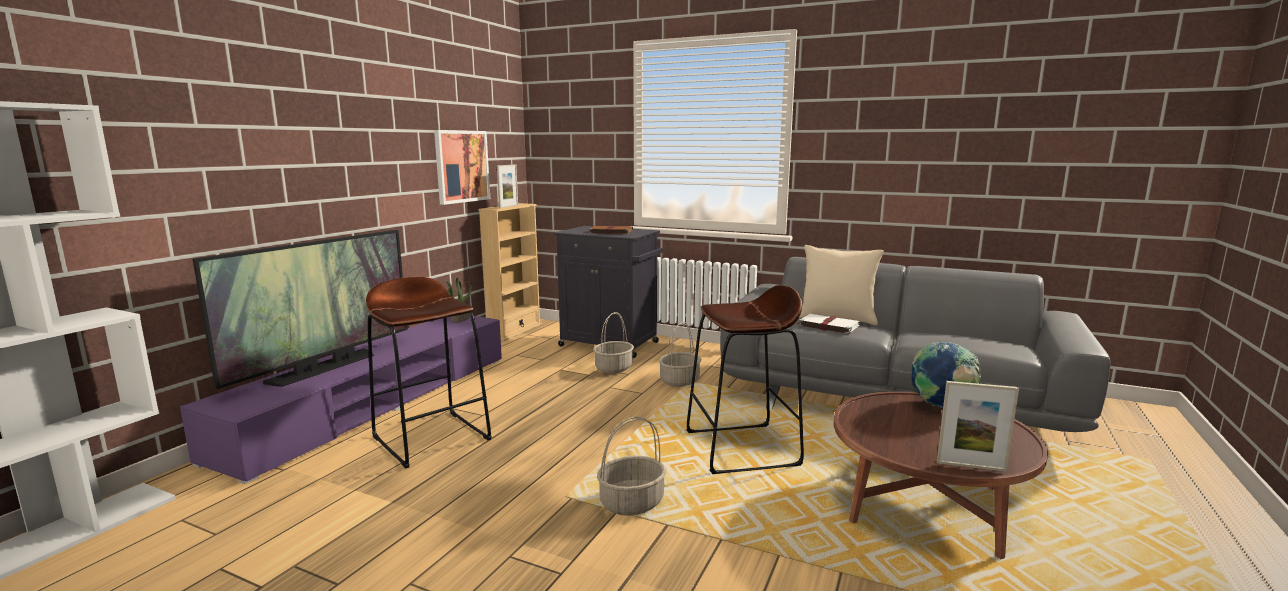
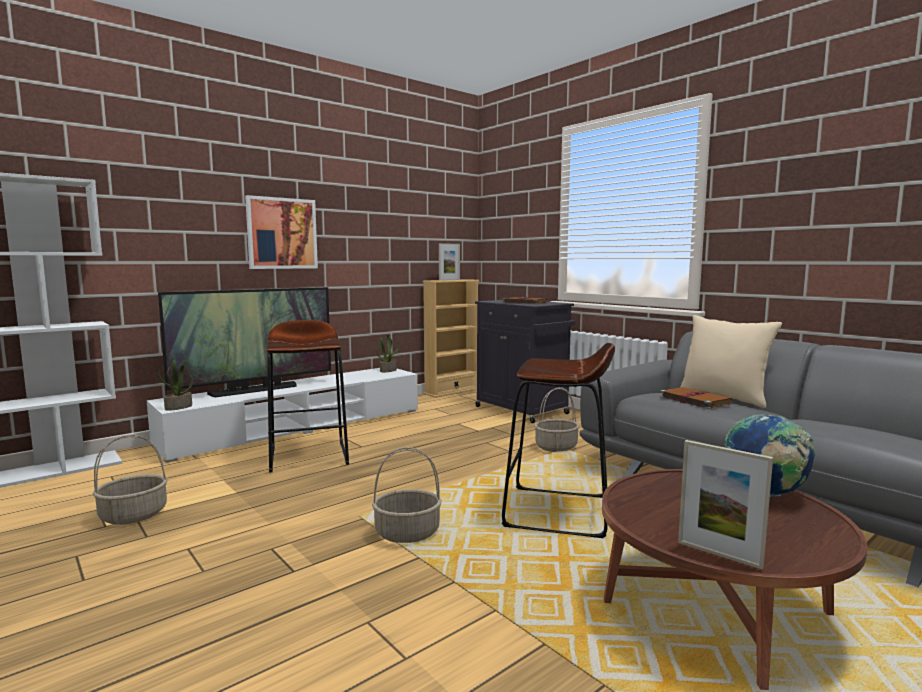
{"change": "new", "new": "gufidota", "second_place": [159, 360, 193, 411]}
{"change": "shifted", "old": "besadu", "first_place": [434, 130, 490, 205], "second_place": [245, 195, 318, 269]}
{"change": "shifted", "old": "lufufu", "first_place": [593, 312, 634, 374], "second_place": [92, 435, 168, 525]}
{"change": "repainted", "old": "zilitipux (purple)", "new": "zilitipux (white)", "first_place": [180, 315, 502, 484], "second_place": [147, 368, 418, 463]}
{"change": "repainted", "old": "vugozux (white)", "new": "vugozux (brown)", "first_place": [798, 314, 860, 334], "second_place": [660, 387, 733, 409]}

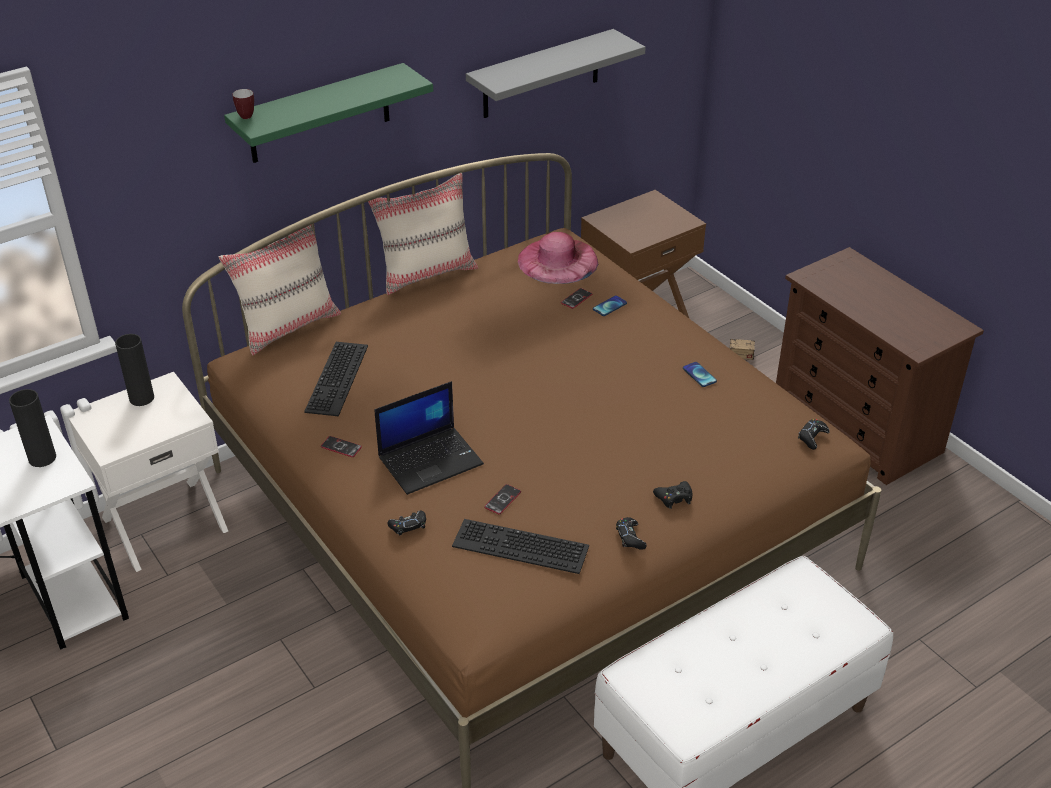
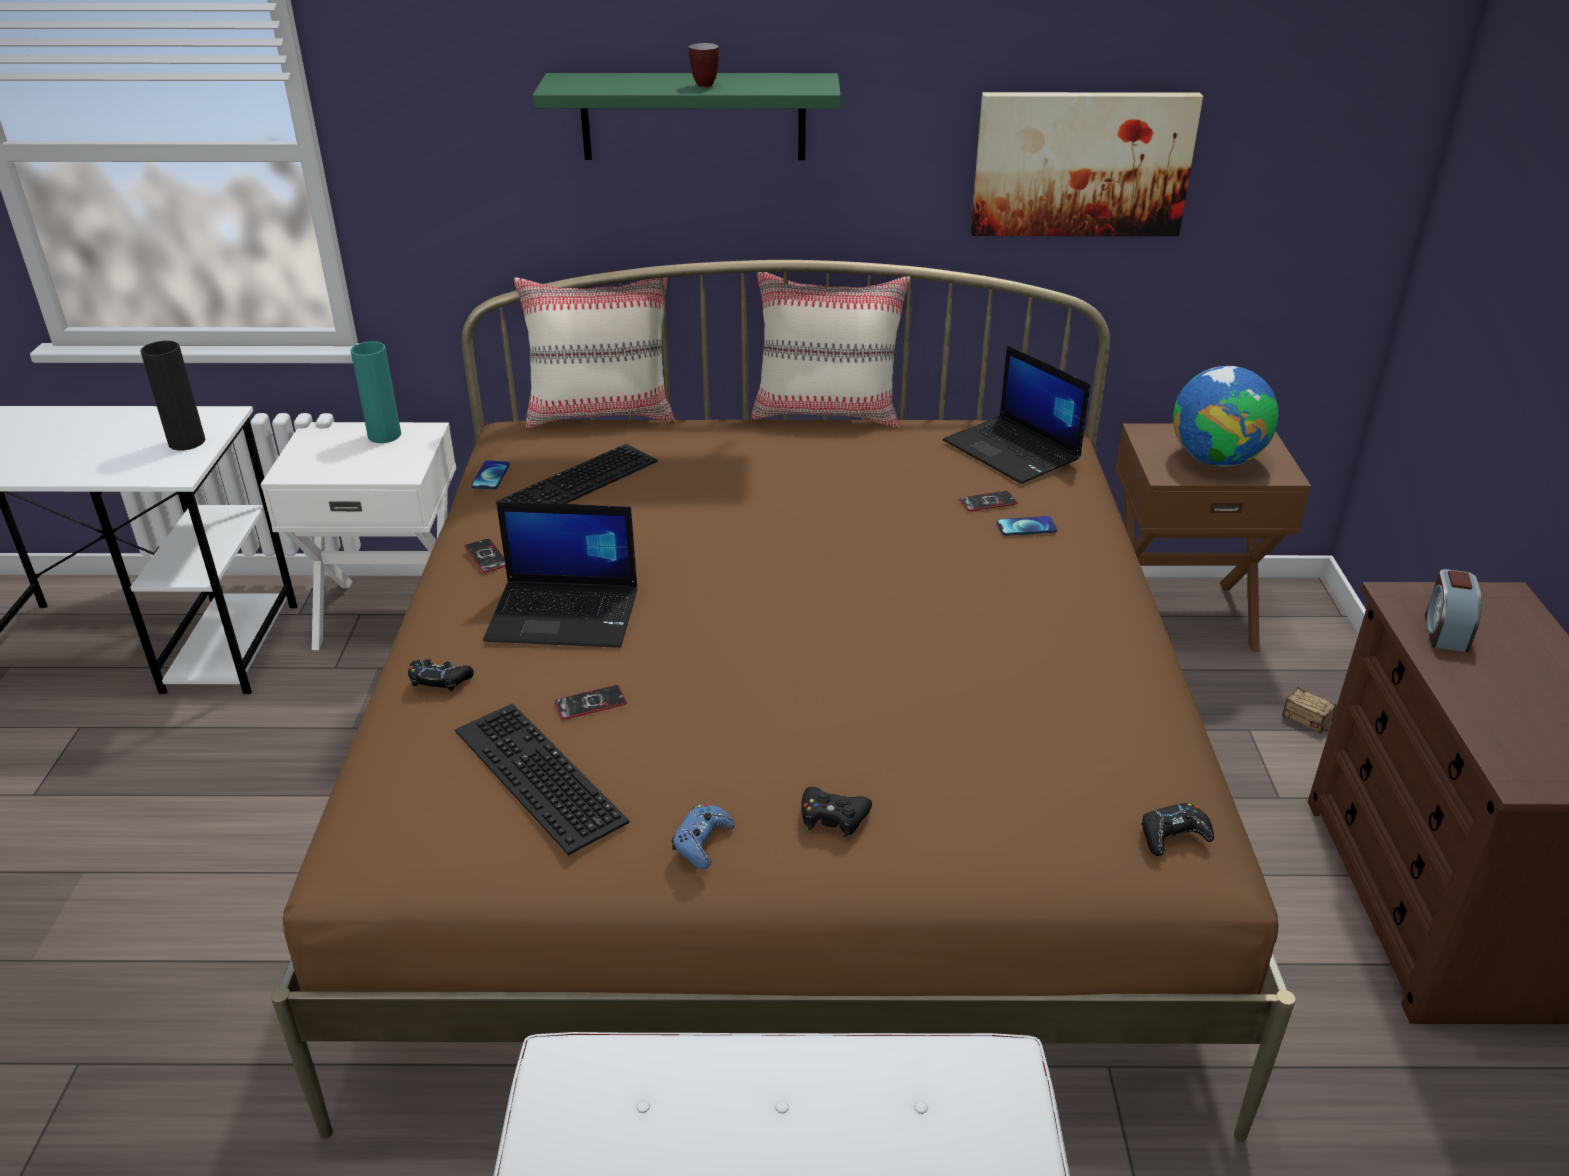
{"change": "new", "new": "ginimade", "second_place": [1173, 366, 1278, 466]}
{"change": "new", "new": "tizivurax", "second_place": [1425, 569, 1482, 652]}
{"change": "shifted", "old": "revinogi", "first_place": [232, 89, 254, 119], "second_place": [689, 43, 719, 87]}
{"change": "shifted", "old": "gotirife", "first_place": [683, 362, 717, 387], "second_place": [471, 461, 510, 489]}
{"change": "swapped", "old": "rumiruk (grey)", "new": "besadu", "first_place": [466, 29, 646, 118], "second_place": [971, 92, 1203, 236]}
{"change": "swapped", "old": "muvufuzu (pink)", "new": "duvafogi", "first_place": [518, 232, 599, 284], "second_place": [943, 345, 1090, 484]}
{"change": "repainted", "old": "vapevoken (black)", "new": "vapevoken (turquoise)", "first_place": [115, 334, 154, 406], "second_place": [350, 341, 401, 443]}
{"change": "repainted", "old": "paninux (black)", "new": "paninux (blue)", "first_place": [616, 517, 647, 550], "second_place": [672, 803, 735, 869]}

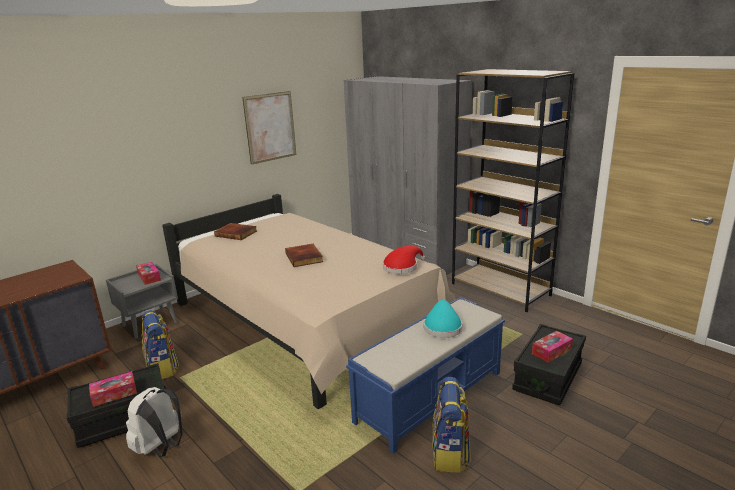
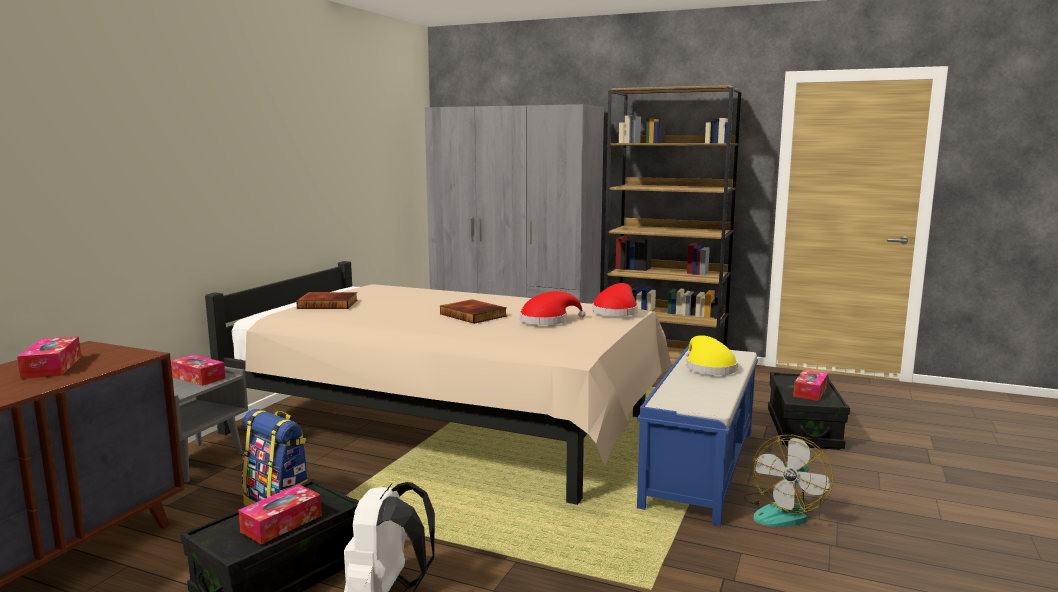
{"change": "gone", "old": "besadu", "first_place": [243, 91, 296, 165]}
{"change": "new", "new": "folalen", "second_place": [17, 336, 81, 379]}
{"change": "new", "new": "muvufuzu (red)", "second_place": [520, 291, 585, 325]}
{"change": "swapped", "old": "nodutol", "new": "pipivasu", "first_place": [432, 377, 470, 473], "second_place": [744, 435, 833, 527]}
{"change": "repainted", "old": "muvufuzu (turquoise)", "new": "muvufuzu (yellow)", "first_place": [424, 300, 462, 338], "second_place": [686, 335, 738, 375]}

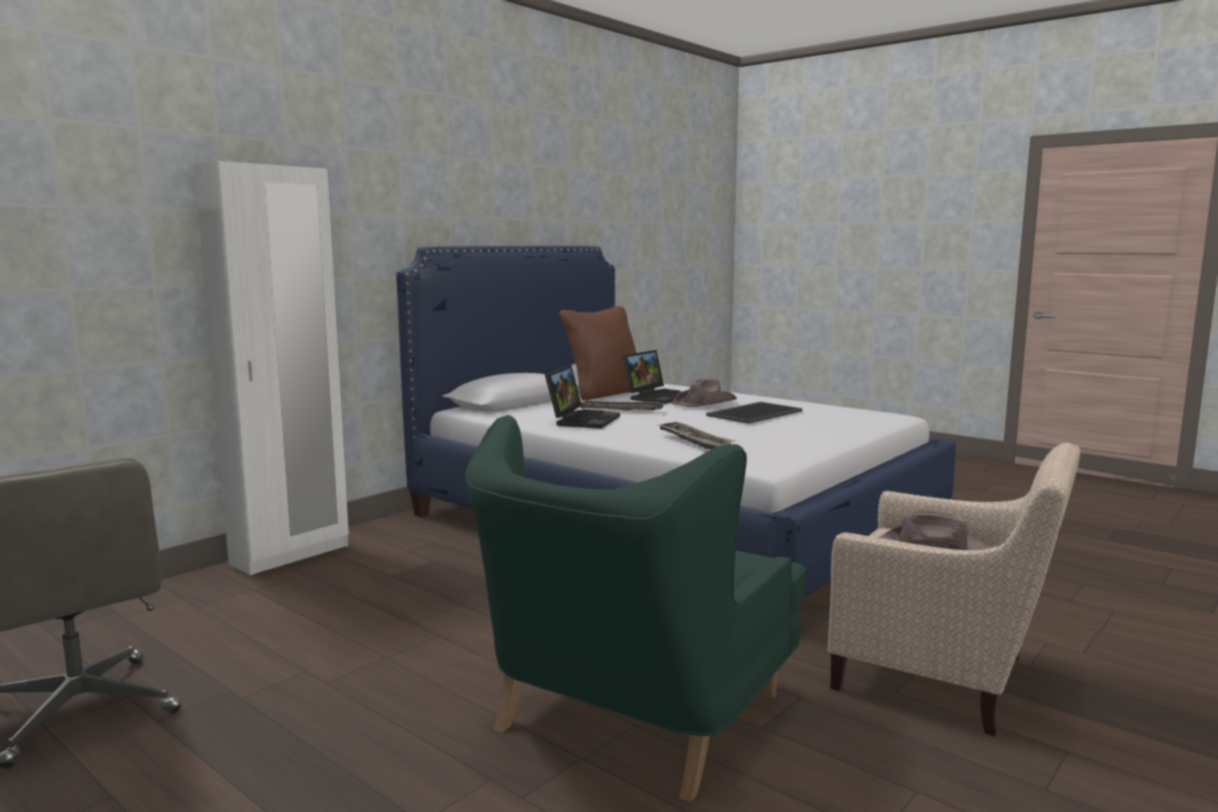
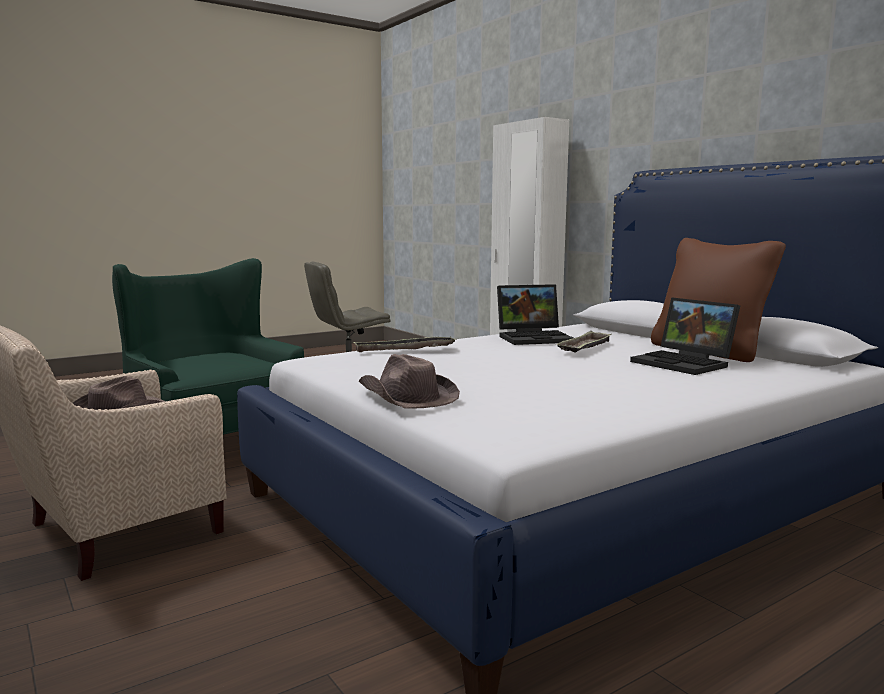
{"change": "gone", "old": "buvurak", "first_place": [706, 402, 802, 424]}
{"change": "shifted", "old": "muvufuzu (brown)", "first_place": [672, 379, 737, 407], "second_place": [359, 354, 460, 409]}
{"change": "rotated", "old": "duvafogi", "first_place": [545, 365, 620, 429], "second_place": [497, 284, 573, 345], "degrees": -45}

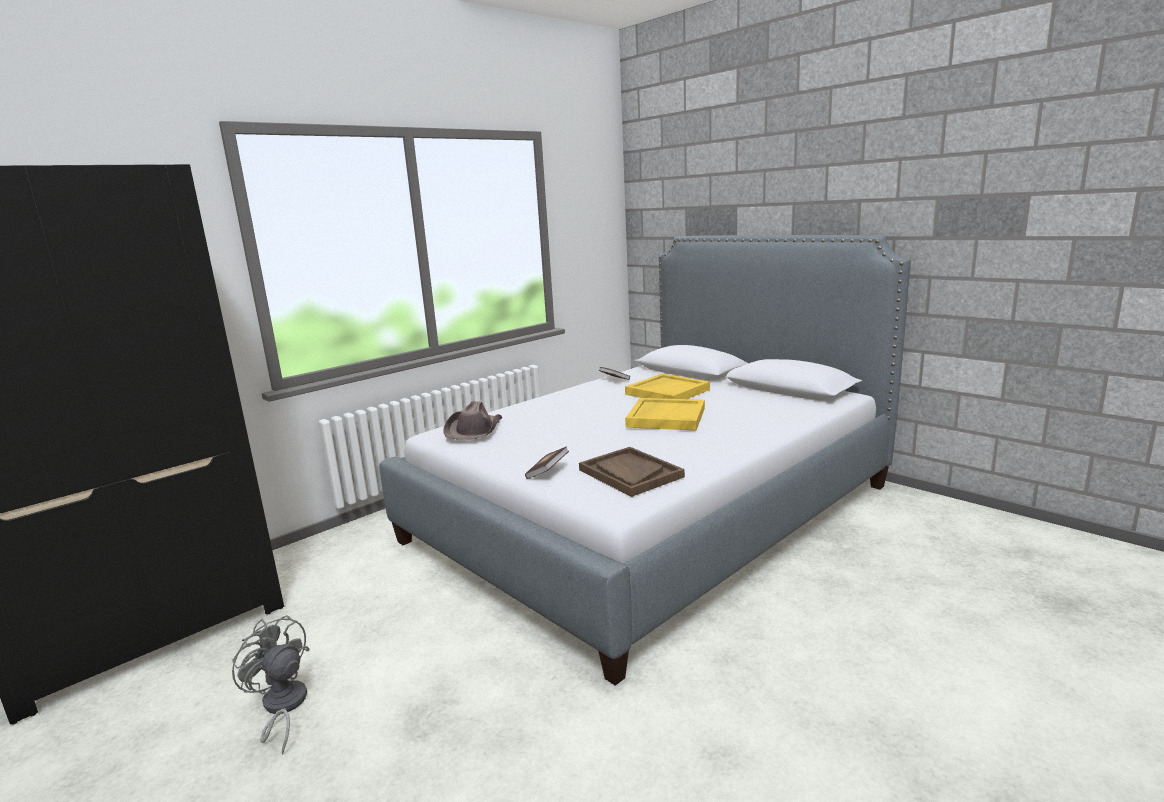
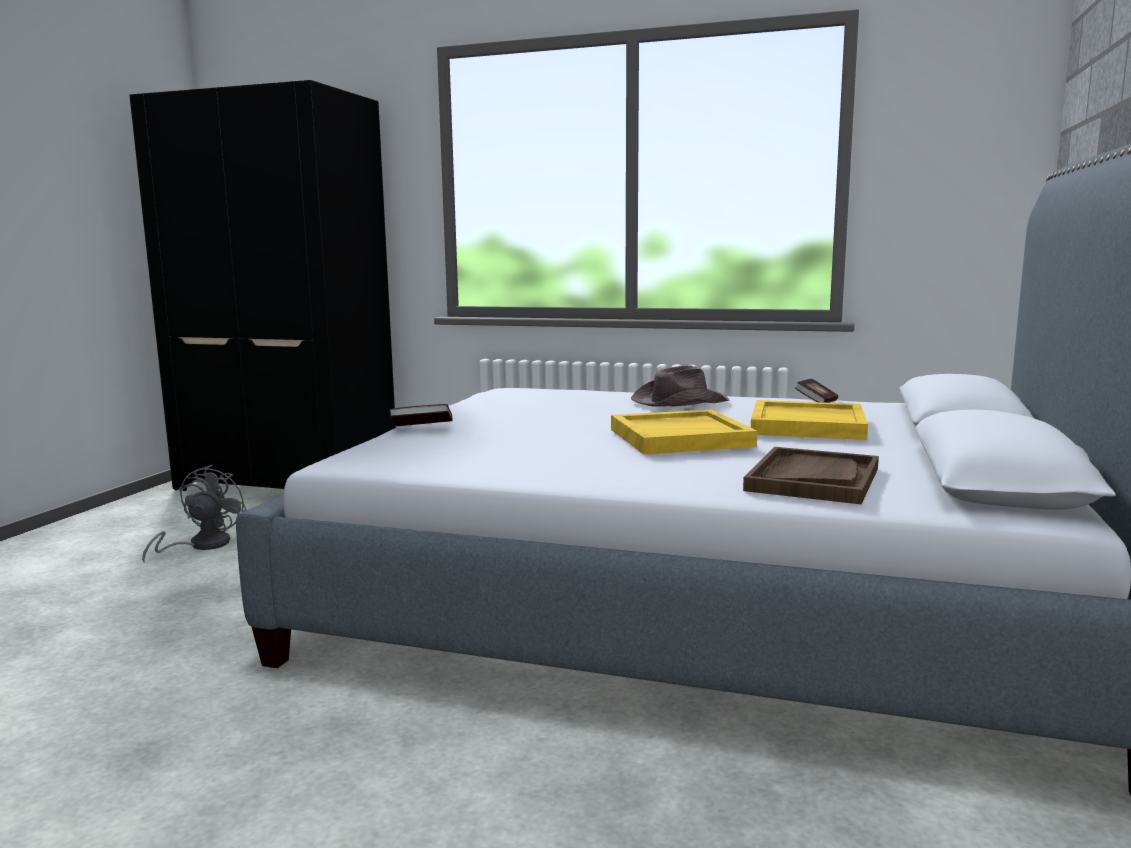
{"change": "shifted", "old": "muvufuzu (brown)", "first_place": [443, 401, 502, 440], "second_place": [631, 365, 730, 407]}
{"change": "shifted", "old": "buvurak (brown)", "first_place": [579, 447, 685, 497], "second_place": [743, 447, 879, 505]}

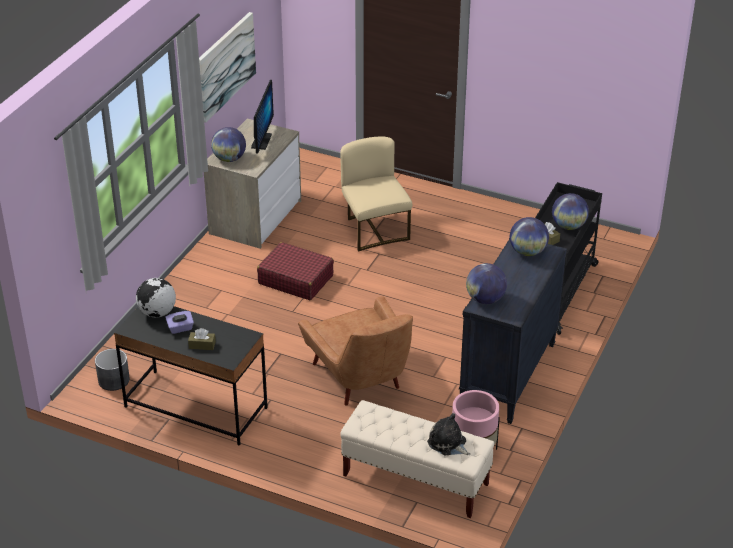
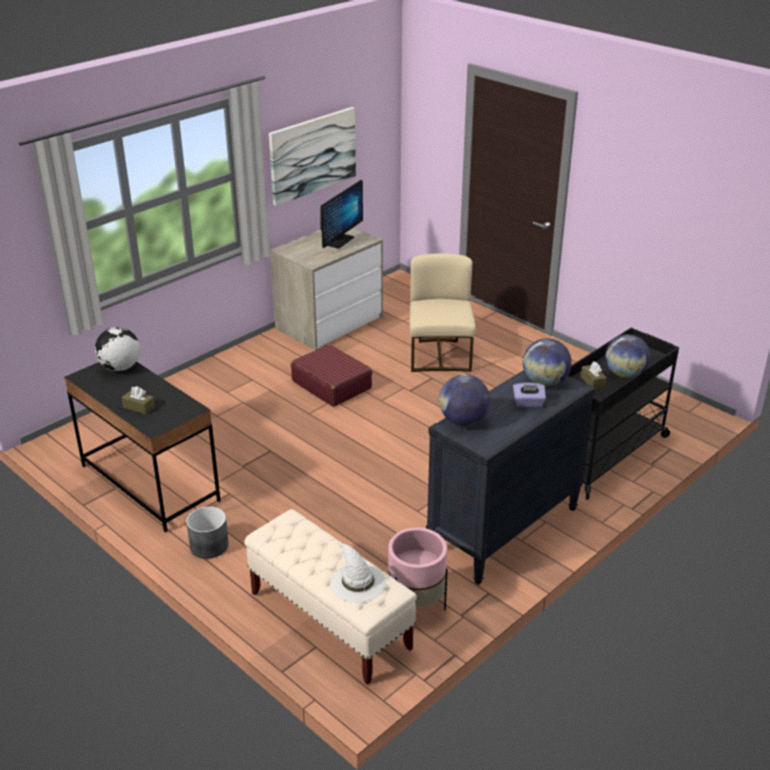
{"change": "gone", "old": "ginimade", "first_place": [211, 127, 246, 162]}
{"change": "gone", "old": "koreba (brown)", "first_place": [298, 296, 413, 405]}
{"change": "shifted", "old": "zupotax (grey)", "first_place": [95, 349, 130, 391], "second_place": [186, 506, 229, 559]}
{"change": "shifted", "old": "folalen (purple)", "first_place": [165, 311, 194, 334], "second_place": [513, 383, 546, 407]}
{"change": "swapped", "old": "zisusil", "new": "muvufuzu (white)", "first_place": [427, 413, 470, 455], "second_place": [330, 540, 386, 603]}

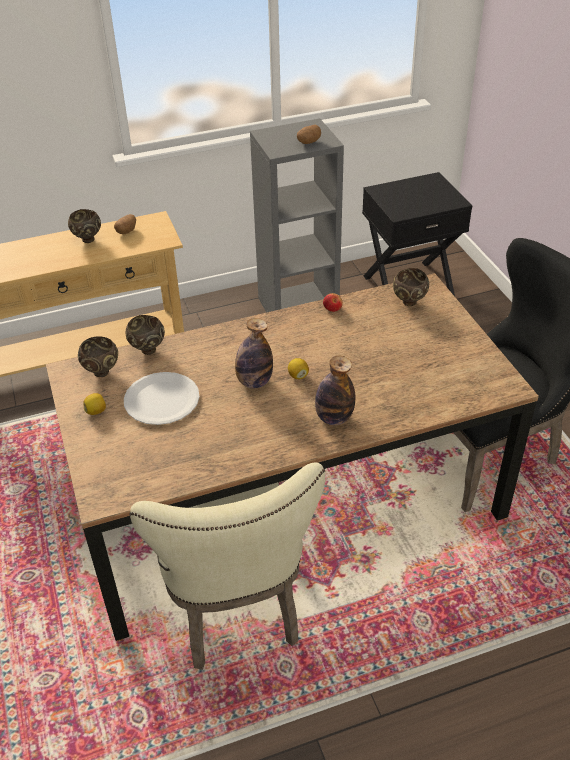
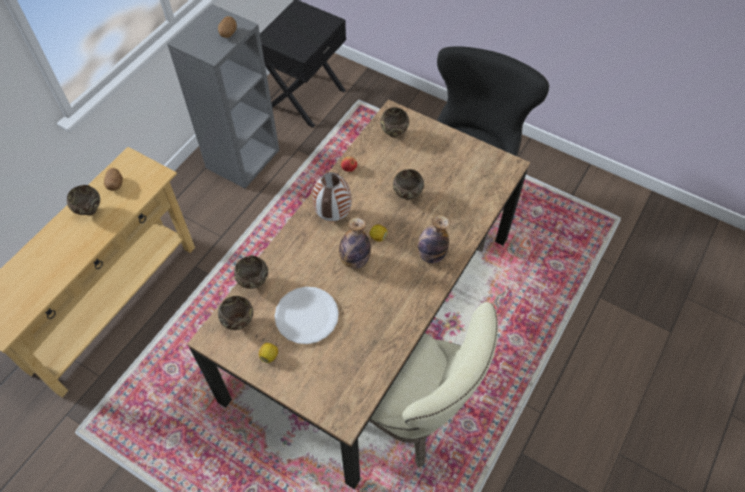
{"change": "new", "new": "vapevoken", "second_place": [312, 172, 352, 222]}
{"change": "new", "new": "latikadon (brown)", "second_place": [393, 169, 424, 200]}

